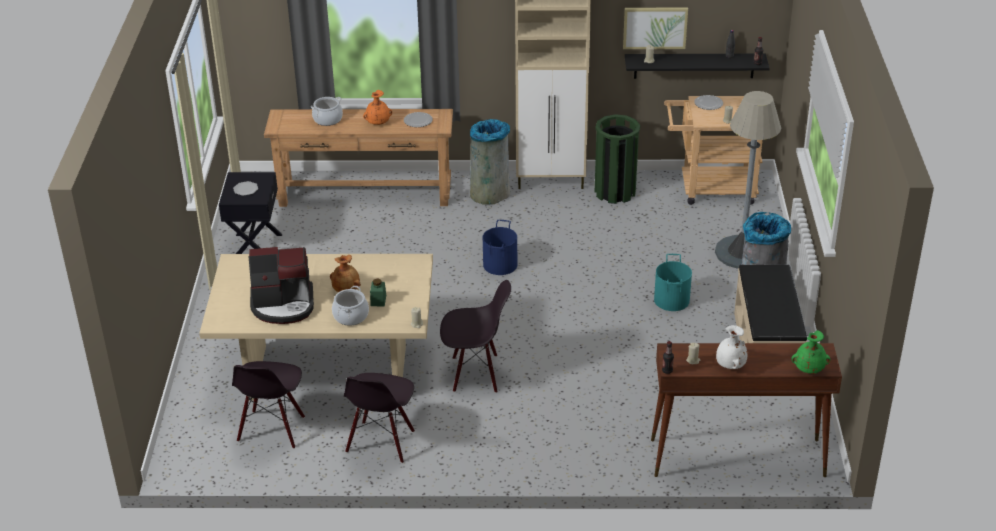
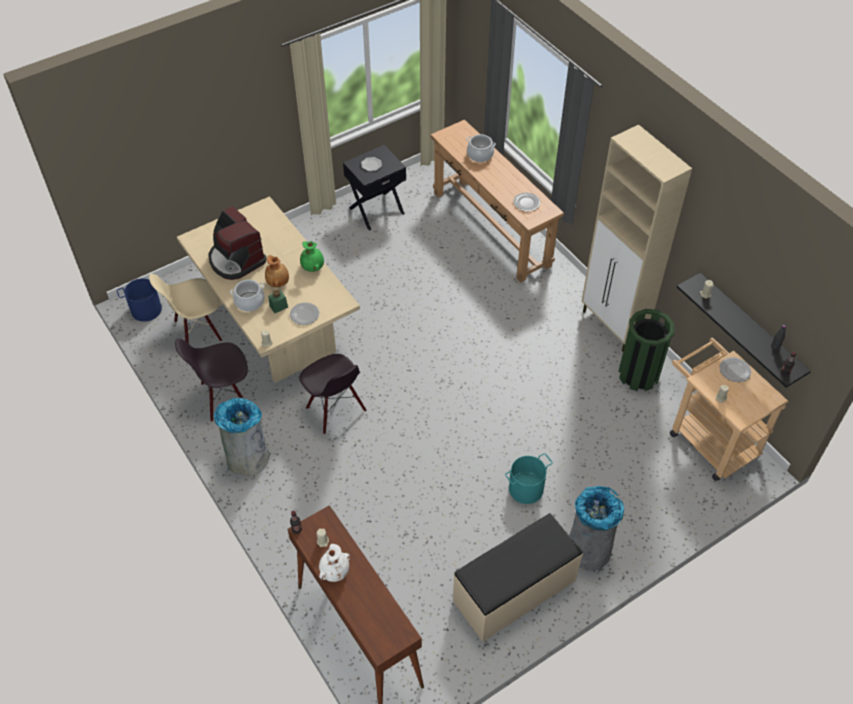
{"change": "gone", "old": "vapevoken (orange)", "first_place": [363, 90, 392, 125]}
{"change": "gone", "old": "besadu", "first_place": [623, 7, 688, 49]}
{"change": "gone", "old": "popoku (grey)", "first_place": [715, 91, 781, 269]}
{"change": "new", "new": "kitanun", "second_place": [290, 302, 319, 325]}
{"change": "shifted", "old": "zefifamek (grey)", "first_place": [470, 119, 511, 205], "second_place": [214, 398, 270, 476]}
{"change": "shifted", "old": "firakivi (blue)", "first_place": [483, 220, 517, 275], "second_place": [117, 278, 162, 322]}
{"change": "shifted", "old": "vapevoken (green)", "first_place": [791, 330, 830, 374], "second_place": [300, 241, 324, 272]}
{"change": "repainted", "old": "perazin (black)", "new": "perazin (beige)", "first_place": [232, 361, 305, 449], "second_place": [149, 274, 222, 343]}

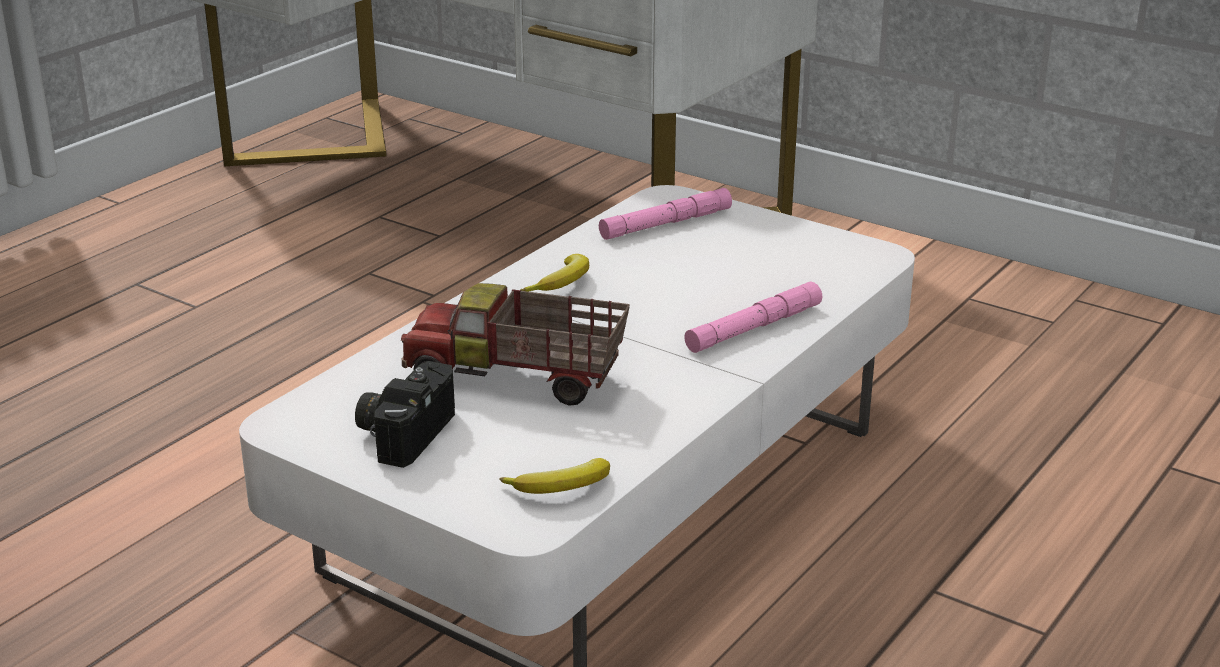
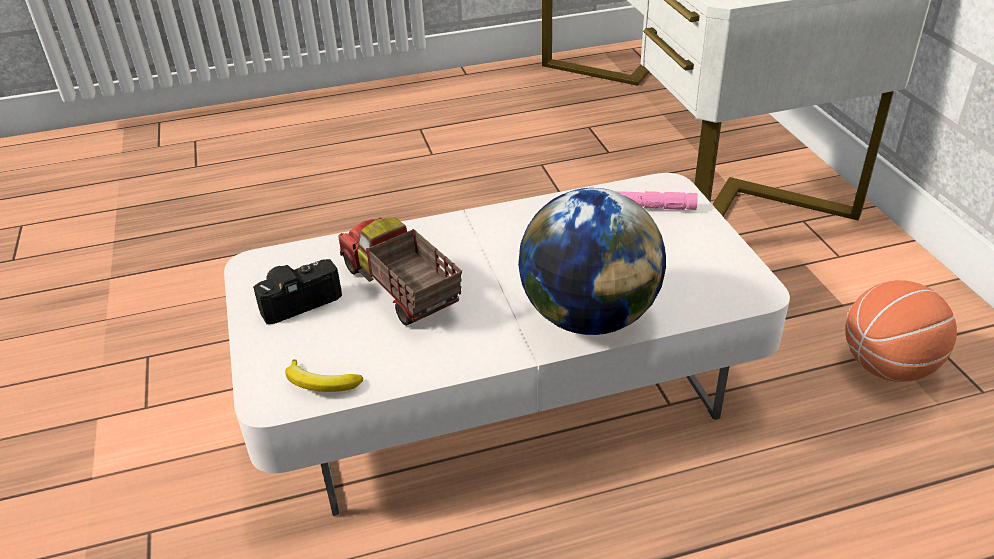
{"change": "gone", "old": "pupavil", "first_place": [520, 254, 589, 292]}
{"change": "new", "new": "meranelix", "second_place": [845, 280, 957, 382]}
{"change": "swapped", "old": "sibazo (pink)", "new": "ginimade", "first_place": [684, 281, 822, 353], "second_place": [518, 188, 666, 335]}

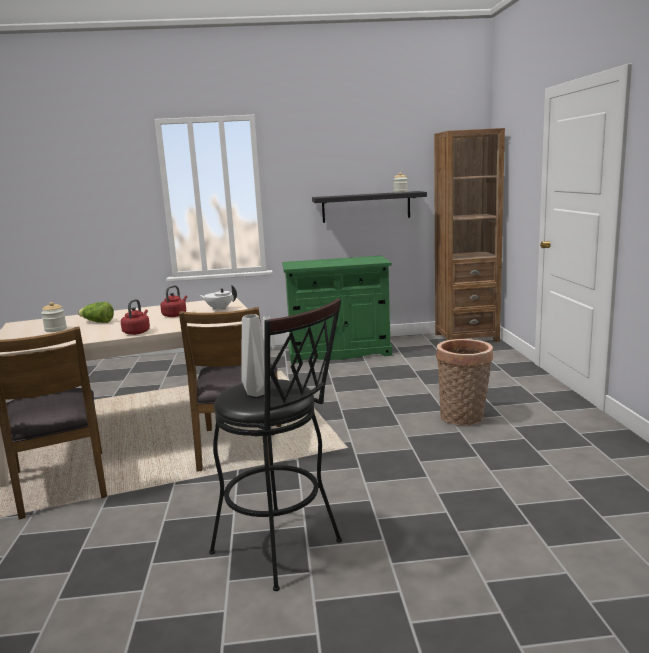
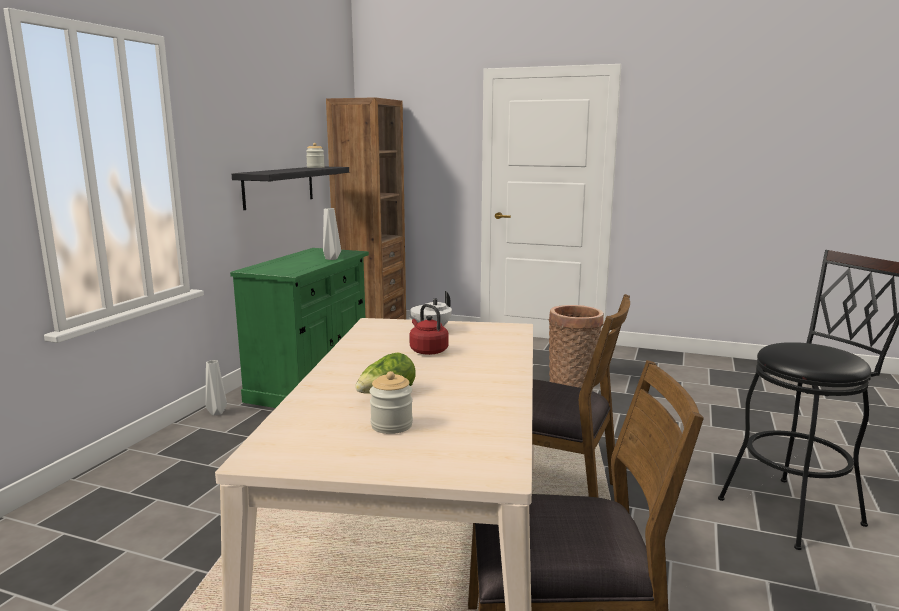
{"change": "gone", "old": "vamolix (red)", "first_place": [121, 299, 150, 335]}
{"change": "shifted", "old": "vapevoken (grey)", "first_place": [241, 314, 271, 397], "second_place": [323, 208, 341, 260]}

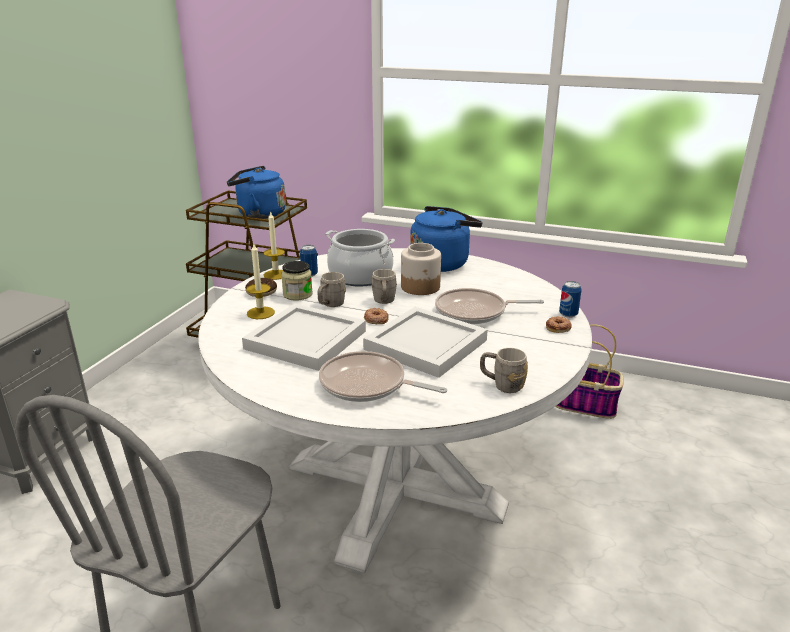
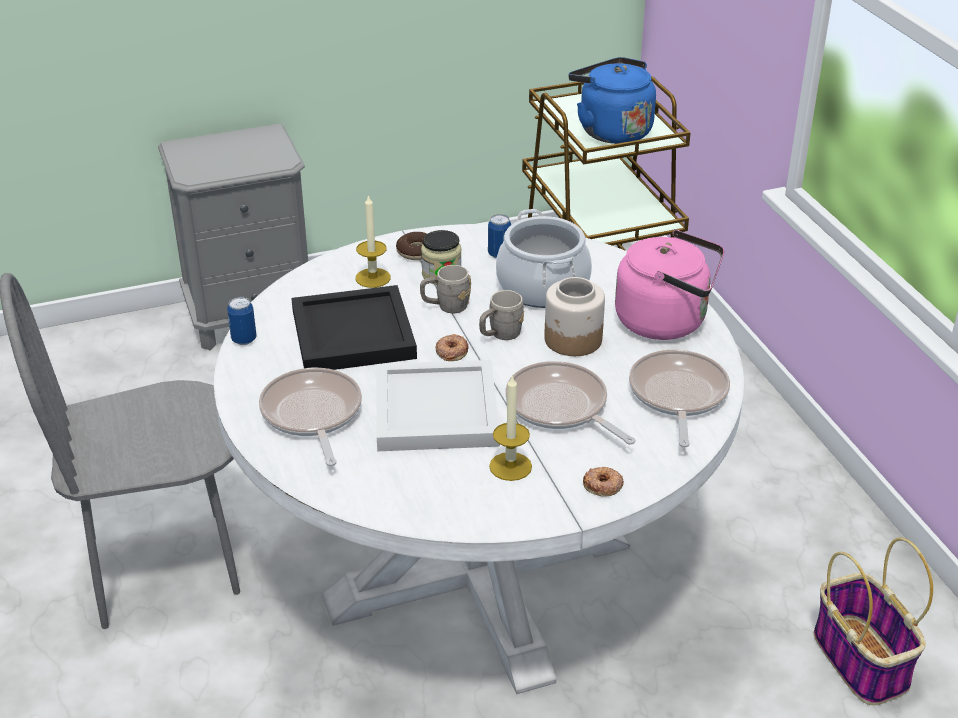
{"change": "gone", "old": "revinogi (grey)", "first_place": [480, 348, 528, 393]}
{"change": "new", "new": "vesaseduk", "second_place": [629, 350, 730, 447]}
{"change": "shifted", "old": "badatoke", "first_place": [263, 211, 285, 280], "second_place": [489, 375, 532, 481]}
{"change": "shifted", "old": "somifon", "first_place": [559, 281, 582, 318], "second_place": [227, 297, 257, 345]}
{"change": "repainted", "old": "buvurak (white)", "new": "buvurak (black)", "first_place": [242, 303, 366, 371], "second_place": [291, 285, 417, 370]}
{"change": "repainted", "old": "vamolix (blue)", "new": "vamolix (pink)", "first_place": [410, 206, 483, 272], "second_place": [615, 230, 724, 340]}

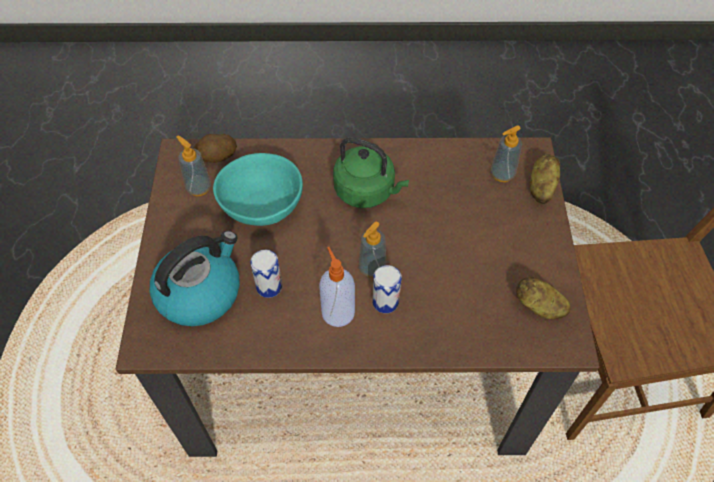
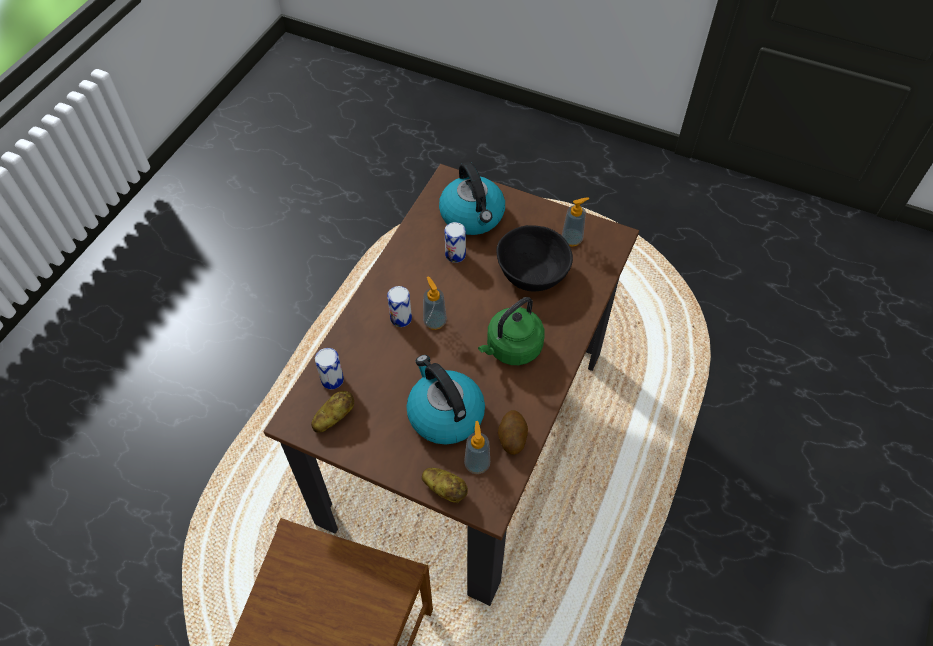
{"change": "gone", "old": "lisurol", "first_place": [319, 247, 355, 327]}
{"change": "new", "new": "somifon", "second_place": [315, 348, 344, 389]}
{"change": "new", "new": "vamolix", "second_place": [406, 355, 485, 445]}
{"change": "shifted", "old": "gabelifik", "first_place": [194, 134, 237, 163], "second_place": [498, 410, 528, 455]}
{"change": "repainted", "old": "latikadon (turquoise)", "new": "latikadon (black)", "first_place": [213, 153, 303, 226], "second_place": [496, 225, 573, 291]}

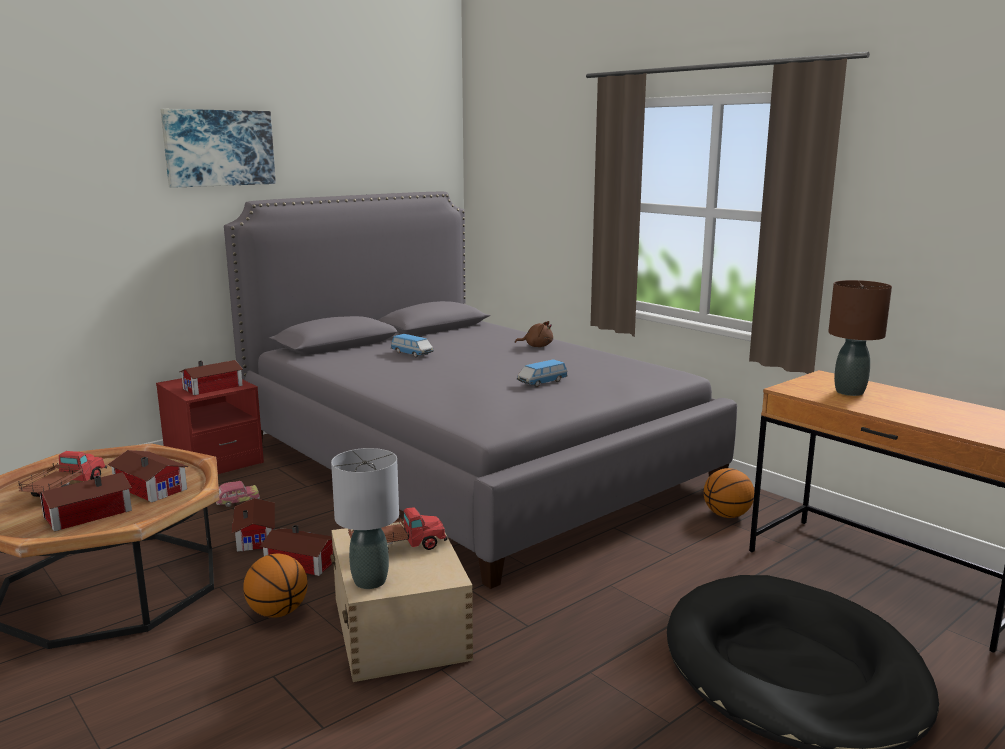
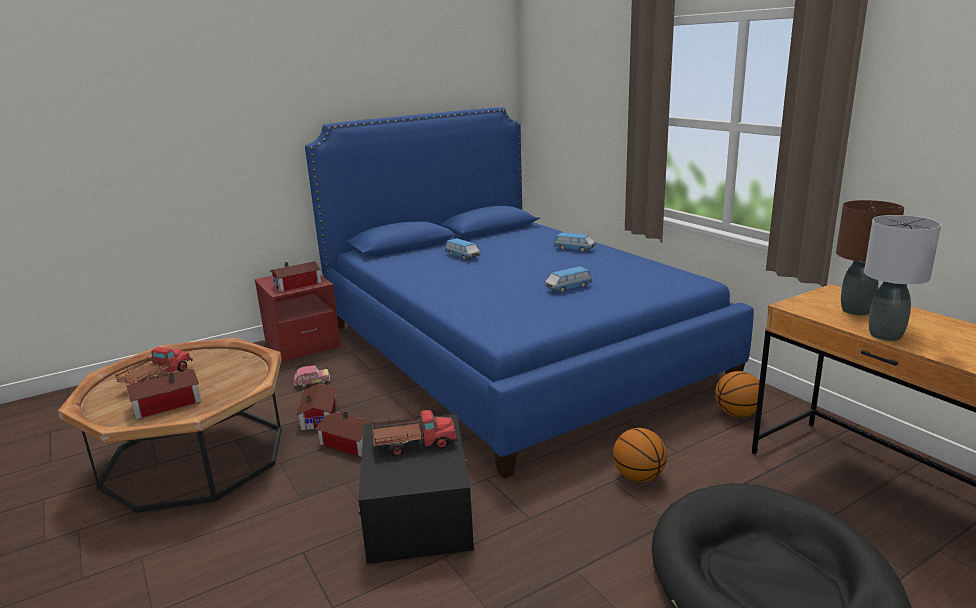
{"change": "gone", "old": "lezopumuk", "first_place": [107, 450, 189, 502]}
{"change": "gone", "old": "besadu", "first_place": [161, 109, 276, 188]}
{"change": "shifted", "old": "meranelix", "first_place": [243, 554, 308, 618], "second_place": [613, 428, 667, 482]}
{"change": "shifted", "old": "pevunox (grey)", "first_place": [331, 448, 399, 589], "second_place": [864, 215, 941, 341]}
{"change": "swapped", "old": "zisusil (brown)", "new": "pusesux", "first_place": [515, 321, 553, 347], "second_place": [554, 232, 596, 252]}
{"change": "repainted", "old": "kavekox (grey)", "new": "kavekox (blue)", "first_place": [224, 192, 737, 589], "second_place": [305, 107, 754, 479]}
{"change": "repainted", "old": "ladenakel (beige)", "new": "ladenakel (black)", "first_place": [330, 521, 473, 682], "second_place": [358, 414, 474, 564]}

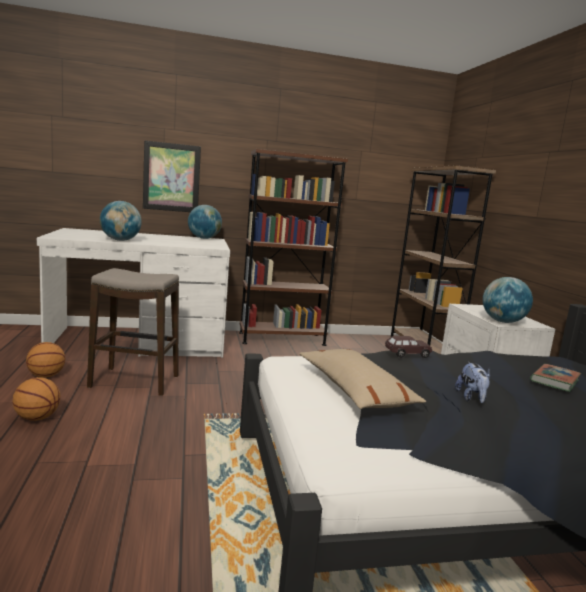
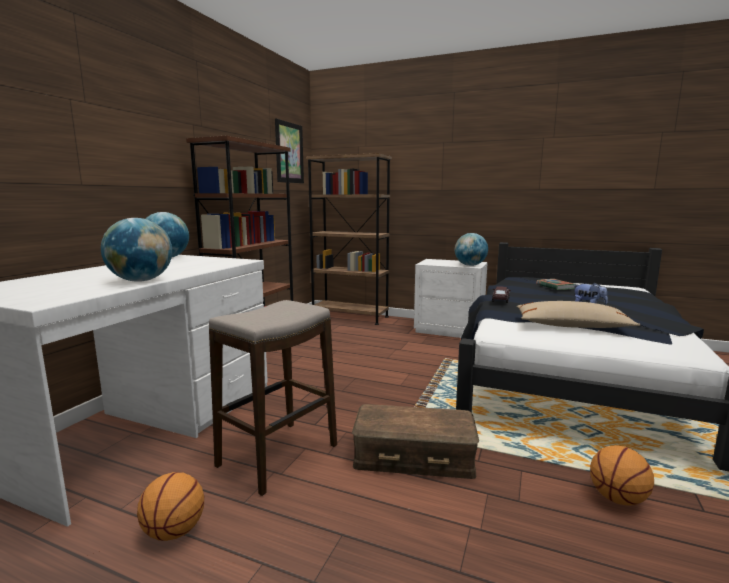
{"change": "new", "new": "ladenakel (brown)", "second_place": [352, 404, 479, 479]}
{"change": "shifted", "old": "meranelix", "first_place": [12, 377, 60, 421], "second_place": [590, 445, 654, 505]}
{"change": "shifted", "old": "besadu", "first_place": [143, 140, 201, 212], "second_place": [275, 118, 304, 183]}

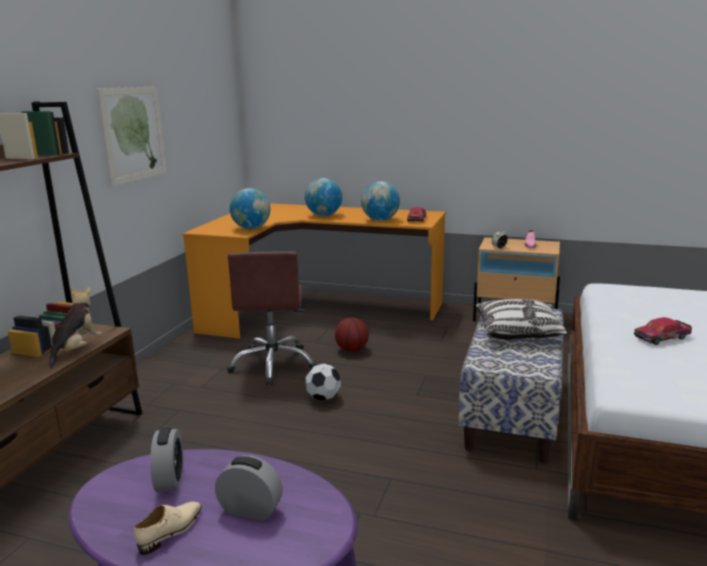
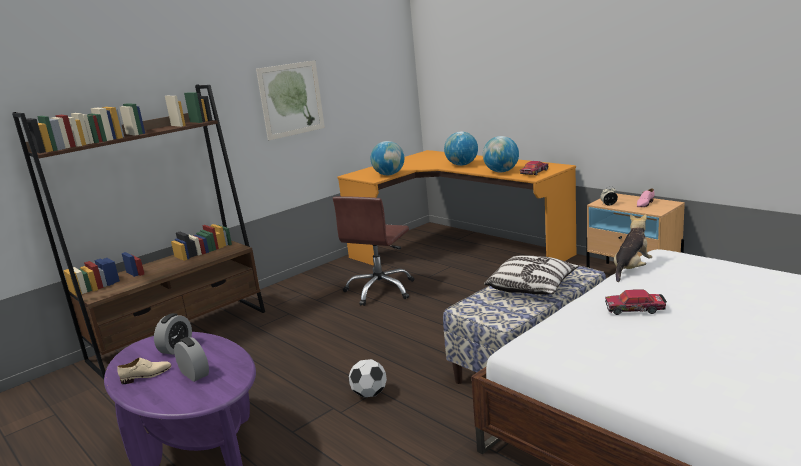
{"change": "gone", "old": "meranelix", "first_place": [335, 318, 369, 352]}
{"change": "shifted", "old": "zisusil", "first_place": [49, 287, 102, 368], "second_place": [614, 214, 652, 282]}
{"change": "shifted", "old": "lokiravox", "first_place": [305, 364, 341, 401], "second_place": [349, 359, 387, 397]}

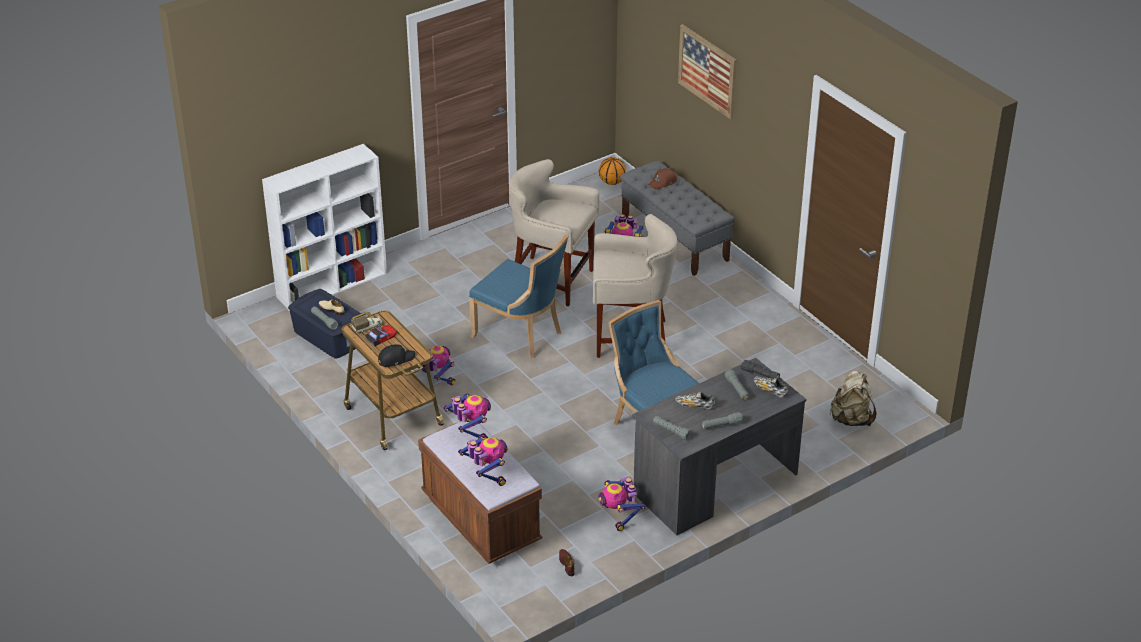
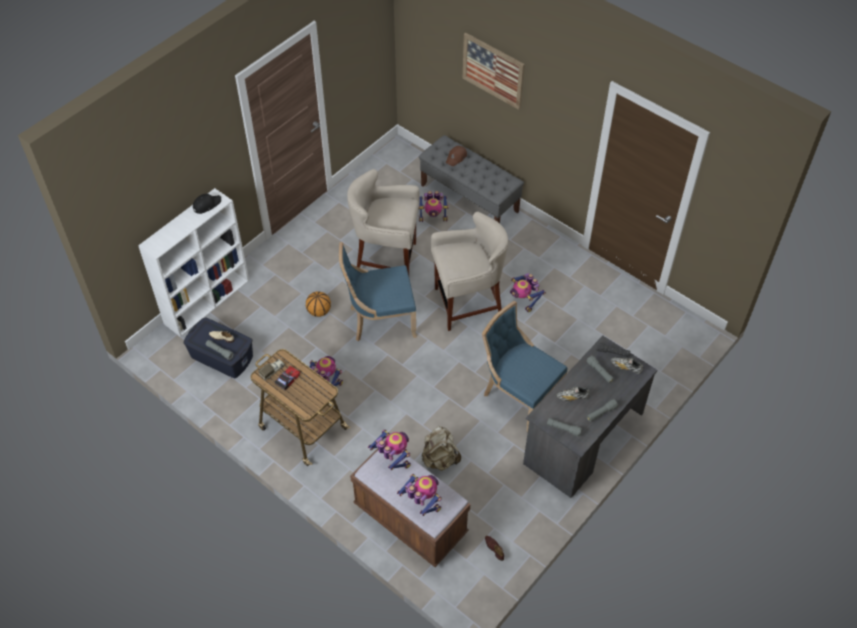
{"change": "shifted", "old": "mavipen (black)", "first_place": [378, 344, 415, 367], "second_place": [193, 194, 221, 214]}
{"change": "shifted", "old": "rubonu", "first_place": [598, 477, 645, 531], "second_place": [510, 273, 546, 312]}
{"change": "shifted", "old": "meranelix", "first_place": [599, 157, 626, 185], "second_place": [306, 292, 331, 317]}
{"change": "shifted", "old": "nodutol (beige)", "first_place": [829, 371, 876, 426], "second_place": [422, 426, 461, 471]}
{"change": "rotated", "old": "perazin (blue)", "first_place": [469, 234, 568, 359], "second_place": [339, 242, 417, 341], "degrees": 150}

